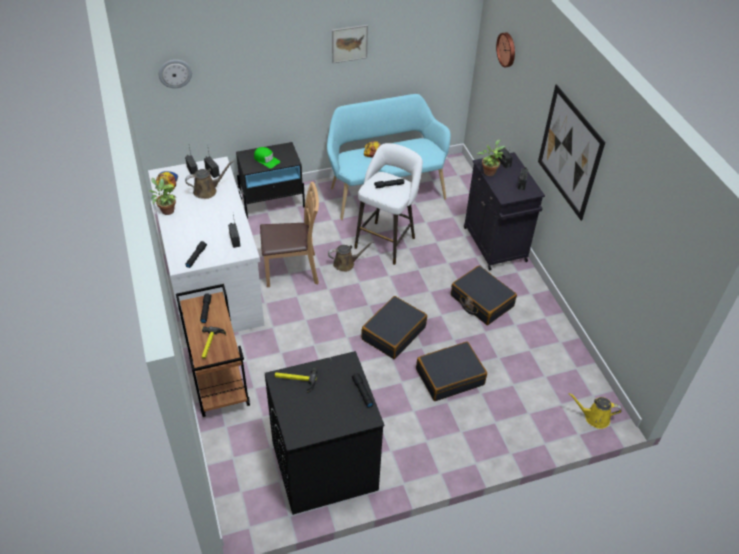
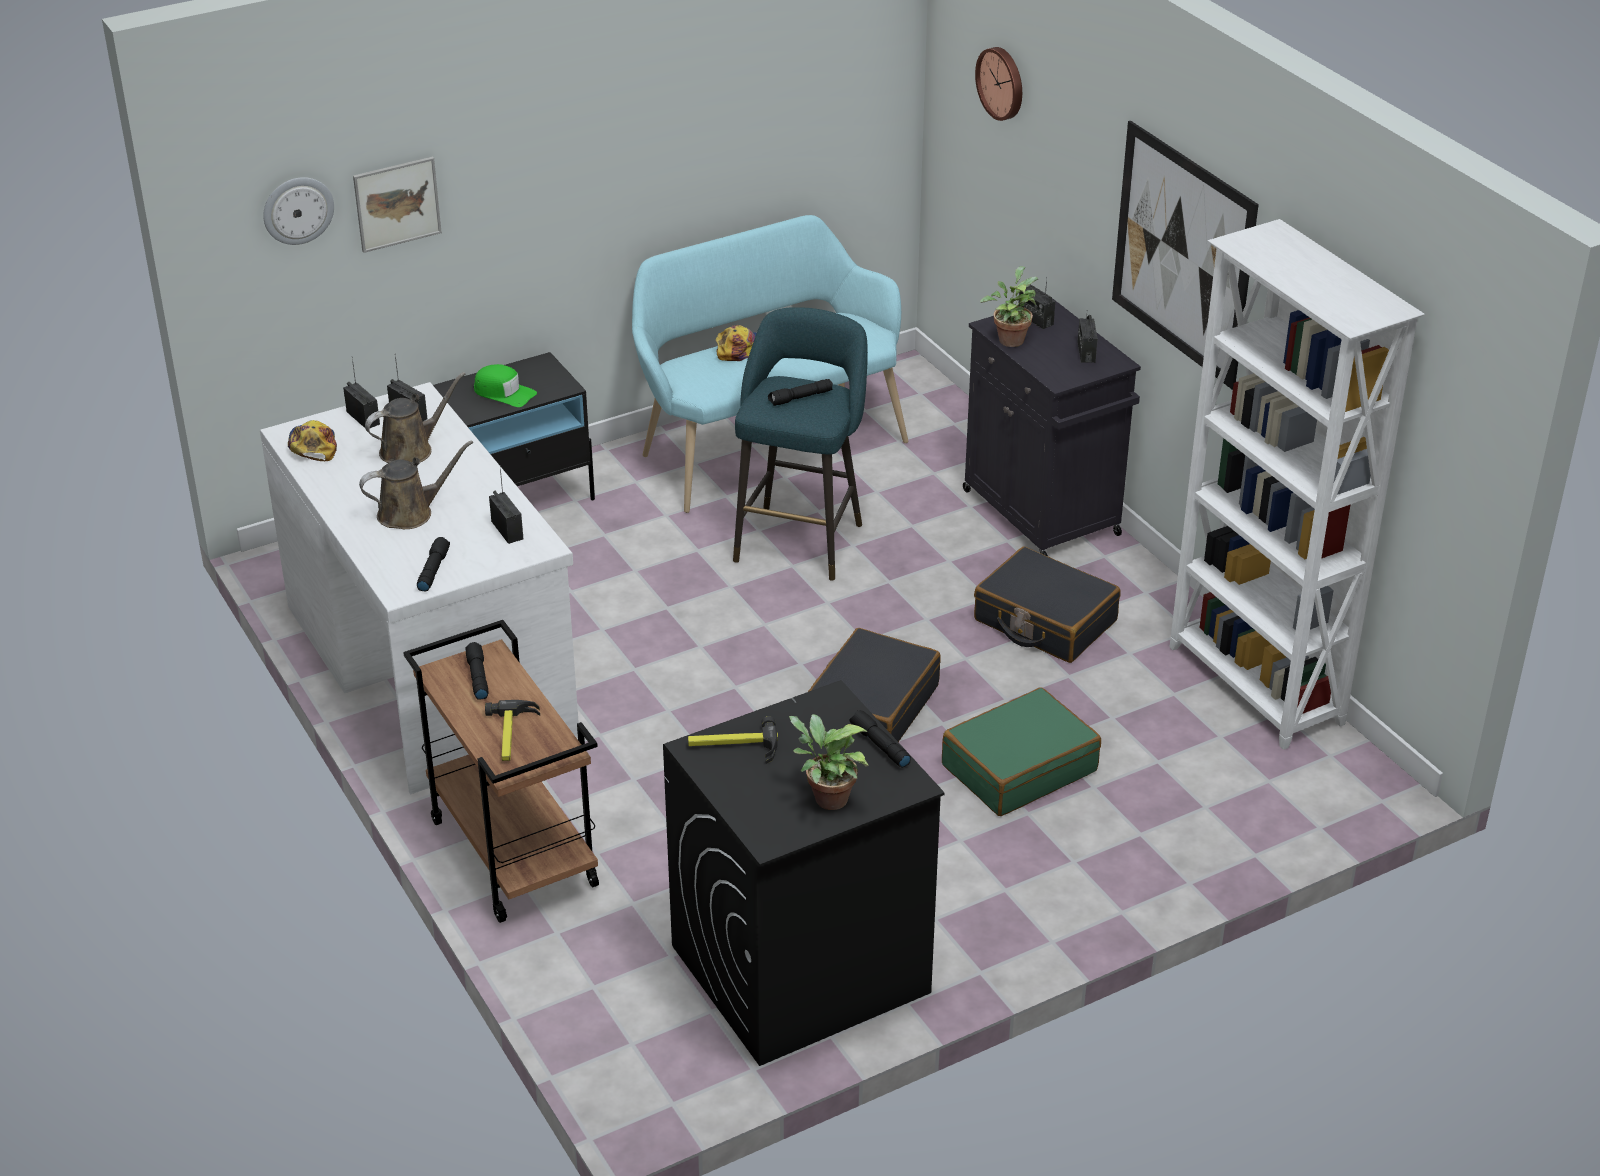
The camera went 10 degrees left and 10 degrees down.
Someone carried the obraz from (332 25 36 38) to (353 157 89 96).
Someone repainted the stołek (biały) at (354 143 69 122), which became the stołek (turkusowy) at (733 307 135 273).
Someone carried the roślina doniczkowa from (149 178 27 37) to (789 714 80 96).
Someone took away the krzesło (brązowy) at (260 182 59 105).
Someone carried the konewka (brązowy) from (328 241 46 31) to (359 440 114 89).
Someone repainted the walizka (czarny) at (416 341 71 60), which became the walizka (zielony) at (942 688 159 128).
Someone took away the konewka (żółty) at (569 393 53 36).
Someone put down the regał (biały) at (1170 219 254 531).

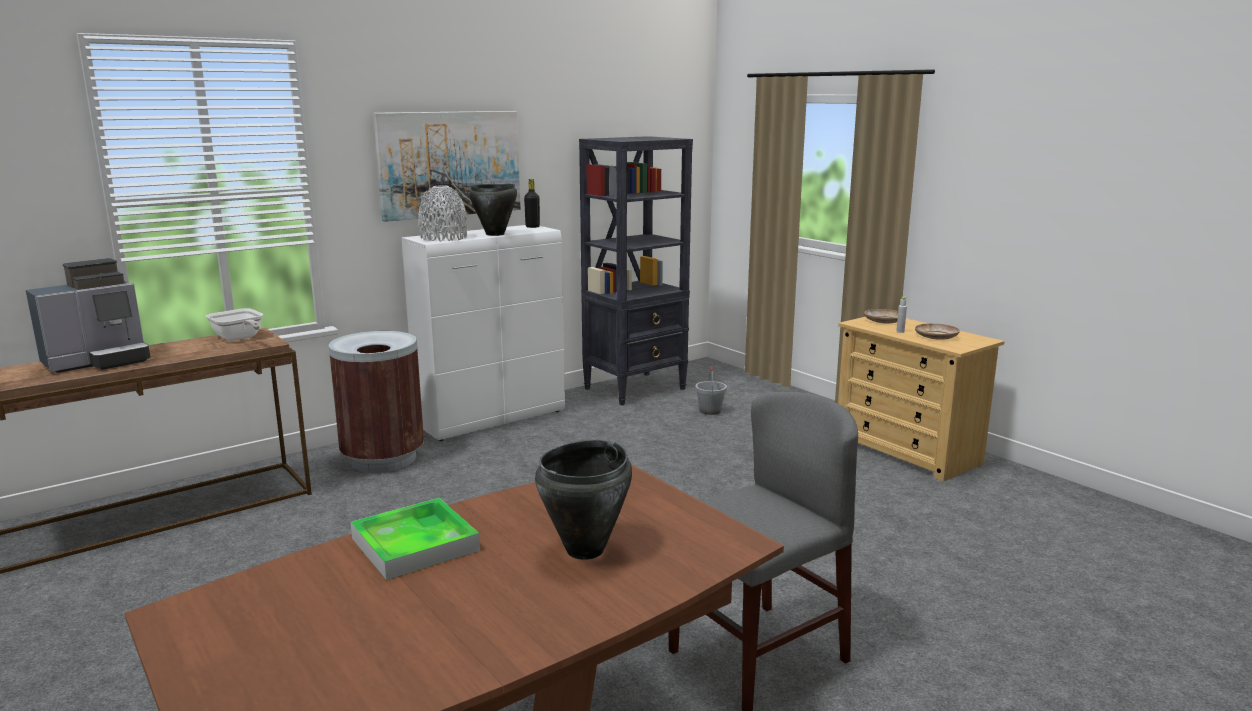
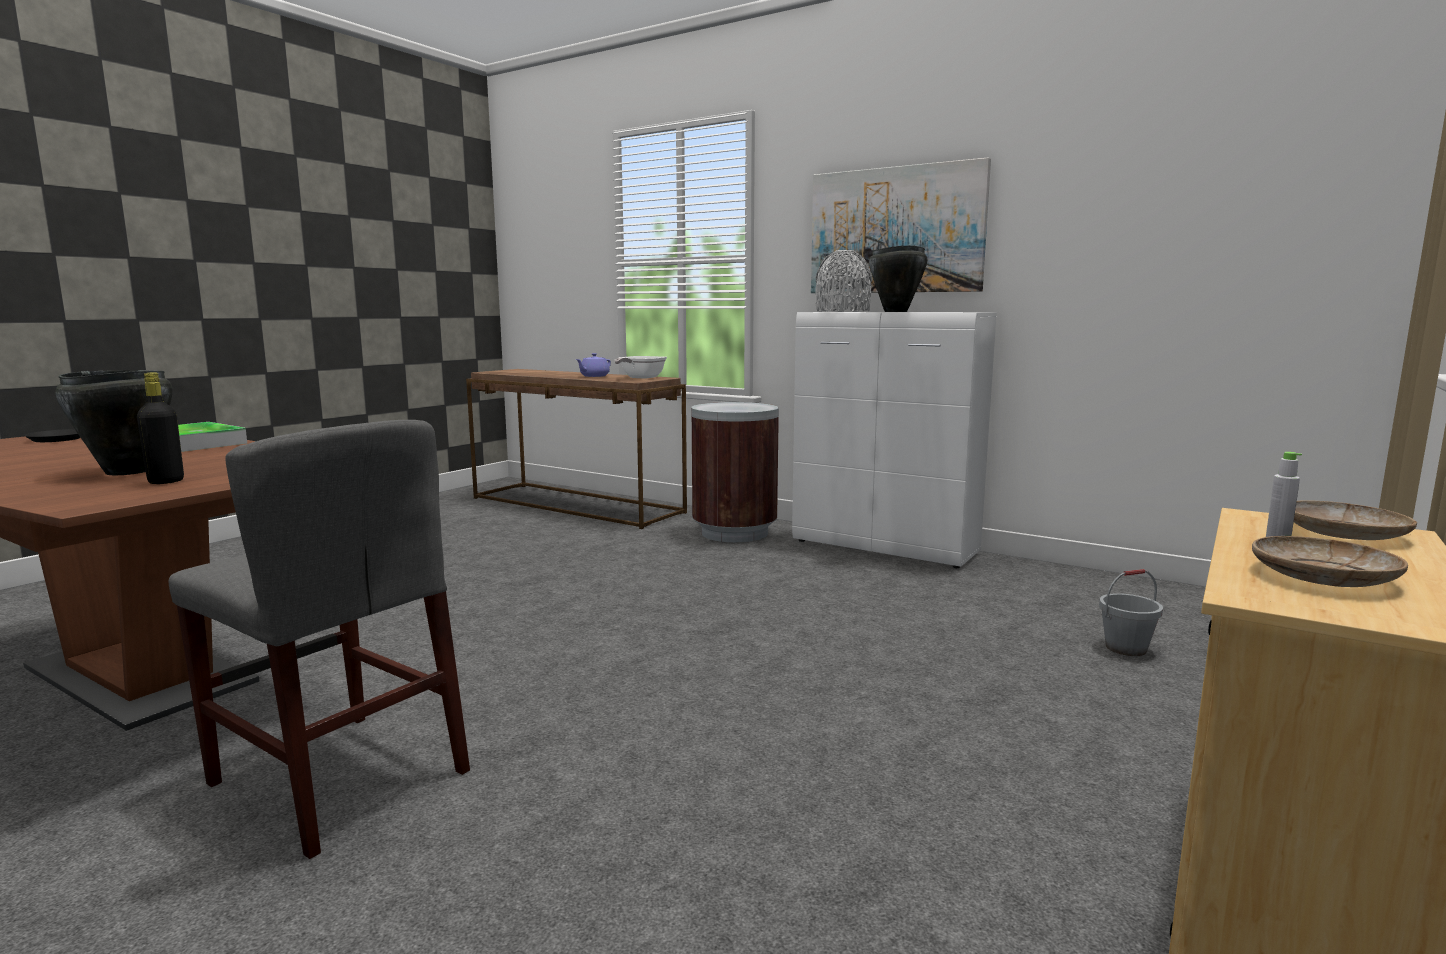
The camera went 70 degrees right and 5 degrees down.
Someone took away the regał (czarny) at (579 136 114 270).
Someone carried the butelka (czarny) from (524 179 16 49) to (137 372 47 112).
Someone took away the ekspres do kawy at (26 258 125 115).
Someone put down the imbryk (fioletowy) at (576 353 35 24).
Someone put down the talerz (czarny) at (24 429 56 13).

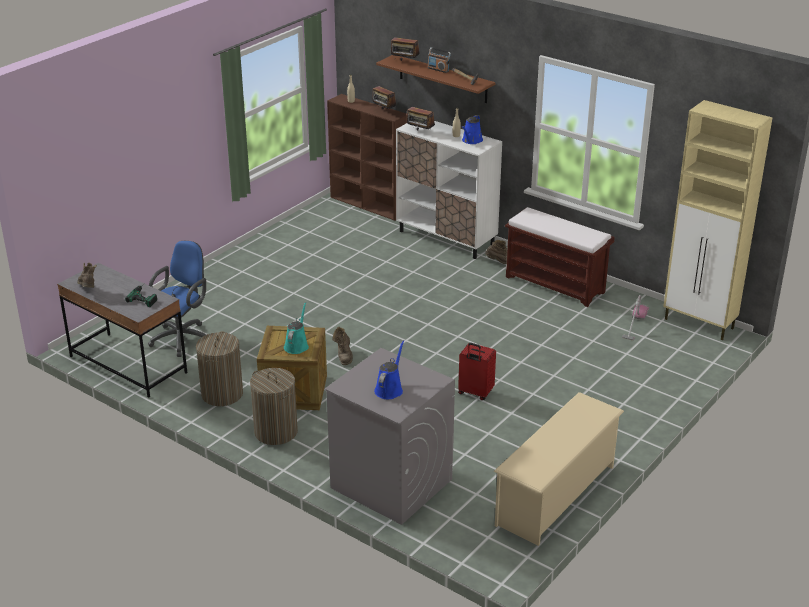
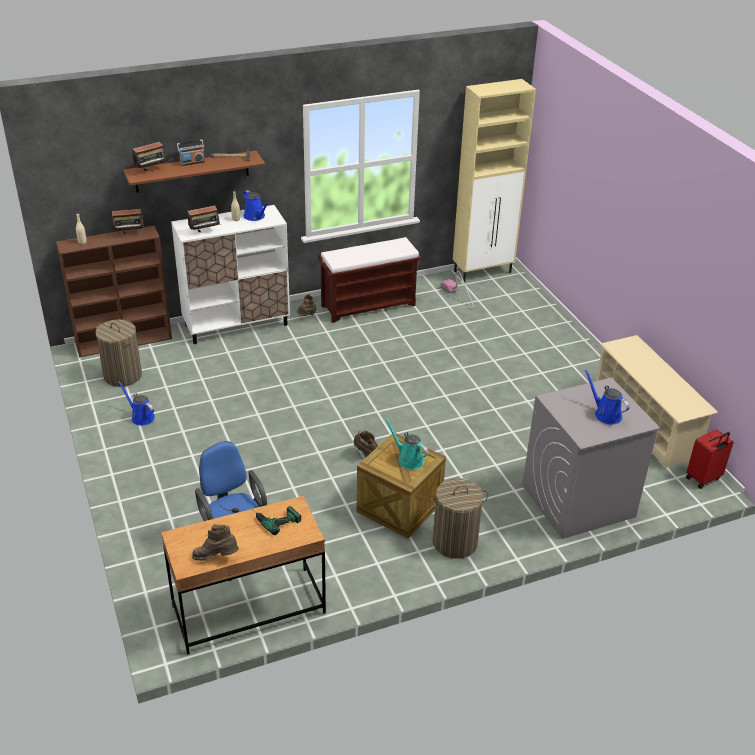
The camera went 60 degrees left and 5 degrees up.
Someone repainted the biurko (szary) at (57 263 130 135), which became the biurko (brązowy) at (161 496 165 158).
Someone carried the kosz na pranie from (196 331 47 75) to (95 320 47 67).
Someone carried the walizka (czerwony) from (458 343 38 57) to (686 429 47 60).
Someone put down the konewka (niebieski) at (118 382 37 44).

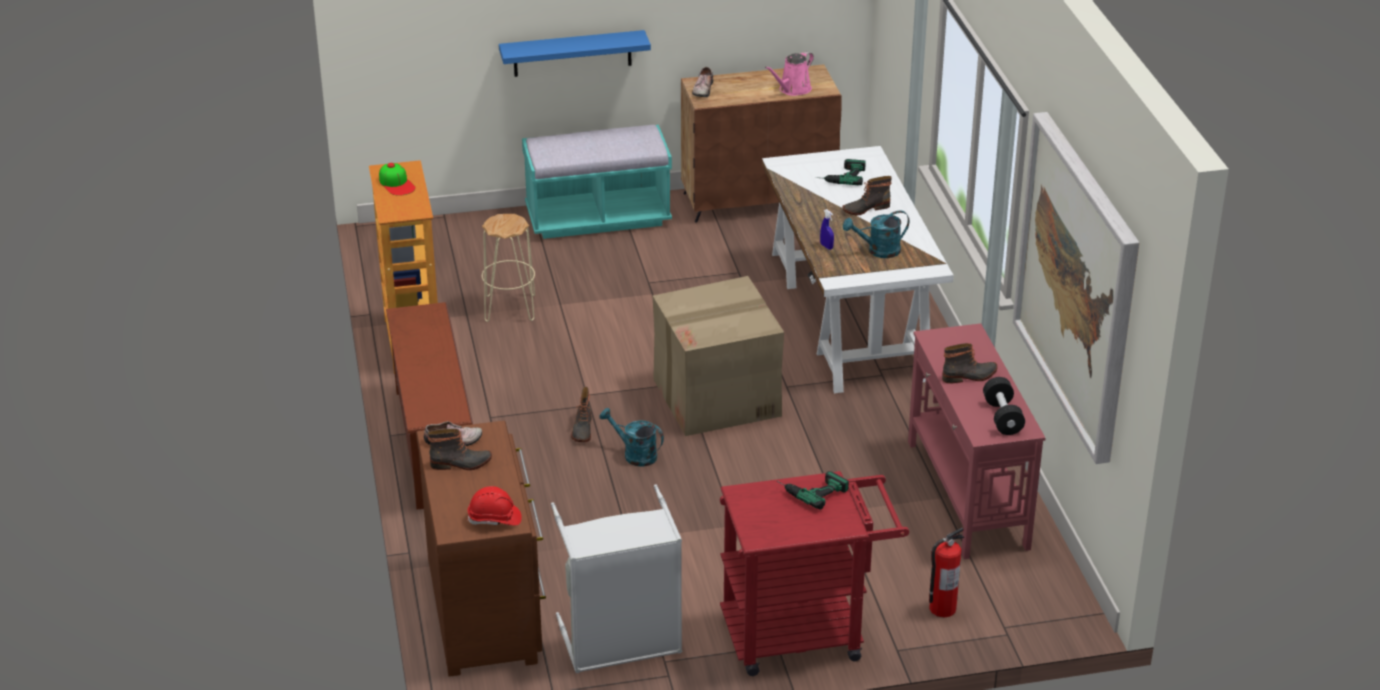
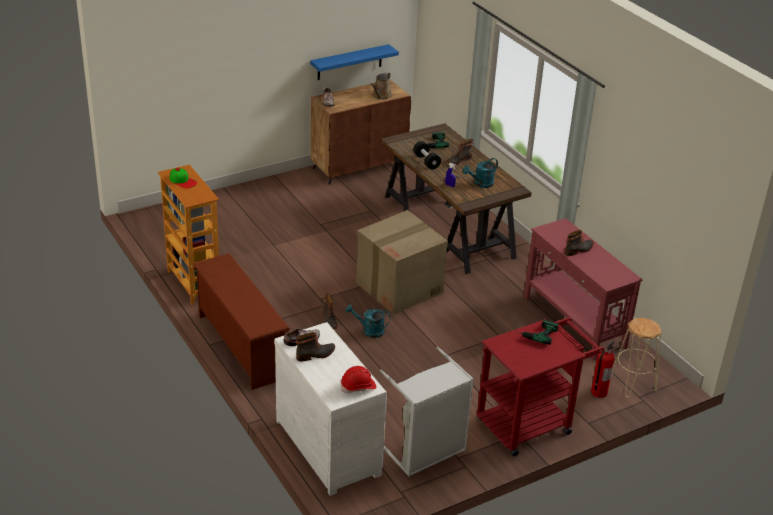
The camera went 20 degrees left and 0 degrees up.
Someone carried the półka (niebieski) from (499 30 152 47) to (310 44 89 36).
Someone repainted the konewka (różowy) at (765 51 49 45), which became the konewka (brązowy) at (370 72 22 28).
Someone took away the obraz at (1013 112 127 352).
Someone took away the ławka (turkusowy) at (522 125 150 114).
Someone repainted the biurko (biały) at (762 146 192 247), which became the biurko (brązowy) at (381 123 151 151).
Someone carried the stołek (beżowy) from (482 214 53 108) to (611 318 51 80).
Someone carried the hantel (czarny) from (983 377 42 58) to (413 141 28 28).
Someone repainted the komoda (brązowy) at (416 421 130 256), which became the komoda (biały) at (274 322 113 174).

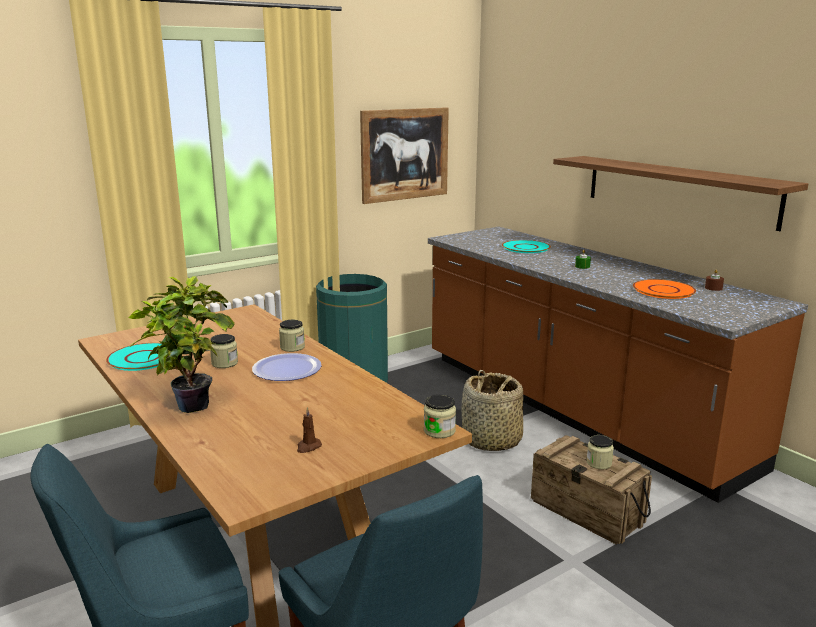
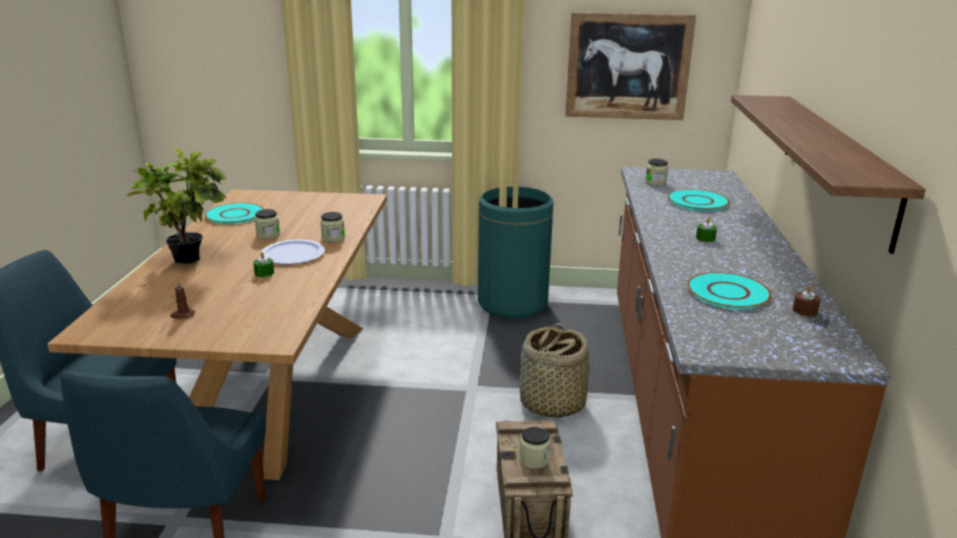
The camera went 40 degrees right and 5 degrees up.
Someone repainted the talerz (pomarańczowy) at (633 279 63 20), which became the talerz (turkusowy) at (687 272 85 37).
Someone carried the słoik from (424 395 32 43) to (645 159 23 27).
Someone put down the świeca (zielony) at (253 252 21 25).

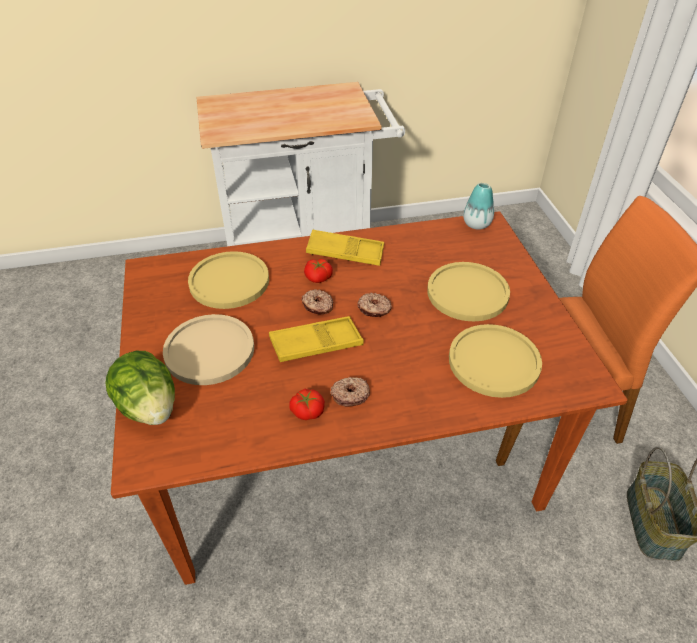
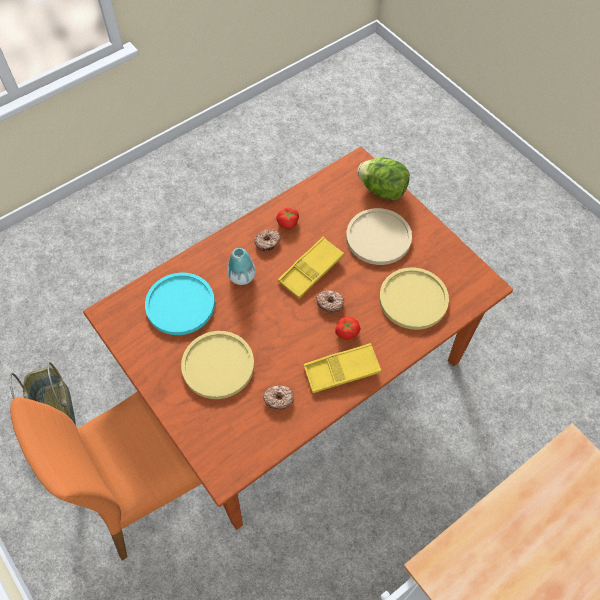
The camera went 155 degrees right and 15 degrees up.
Someone carried the wazon from (463 183 31 47) to (227 248 29 37).
Someone carried the donut from (358 293 34 24) to (263 385 31 25).
Someone repainted the talerz (żółty) at (449 324 93 74), which became the talerz (turkusowy) at (145 272 70 63).

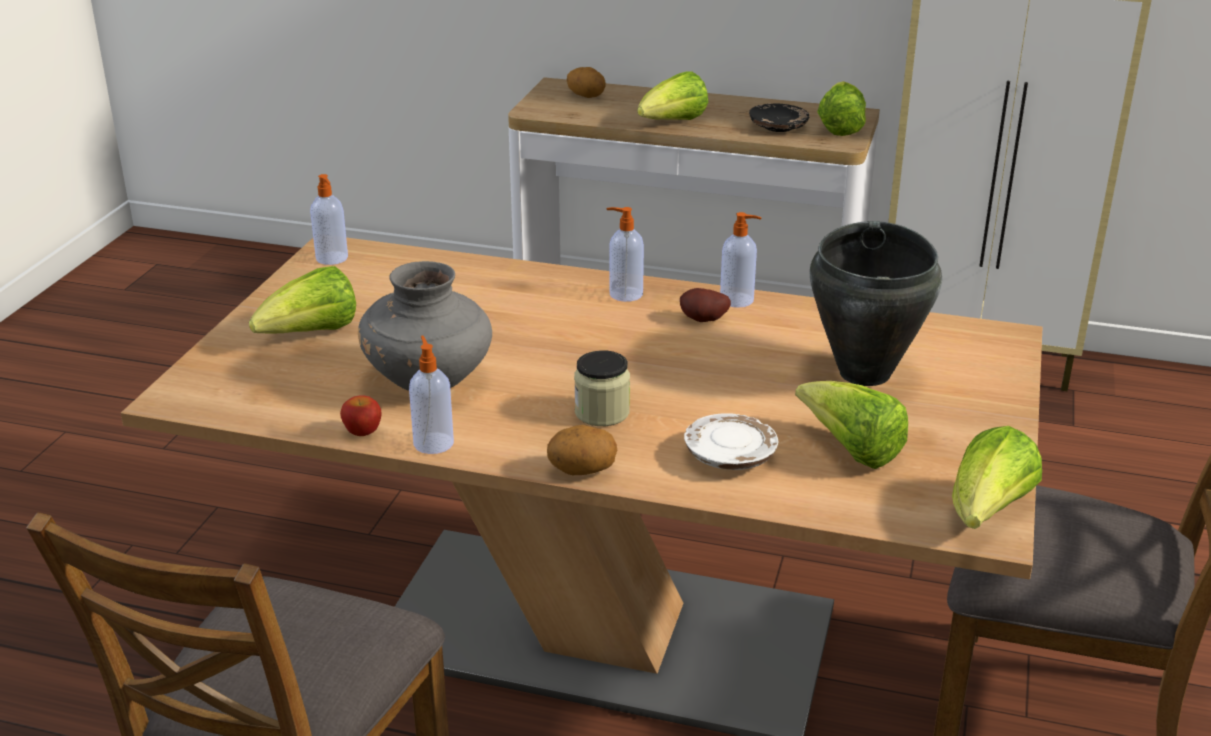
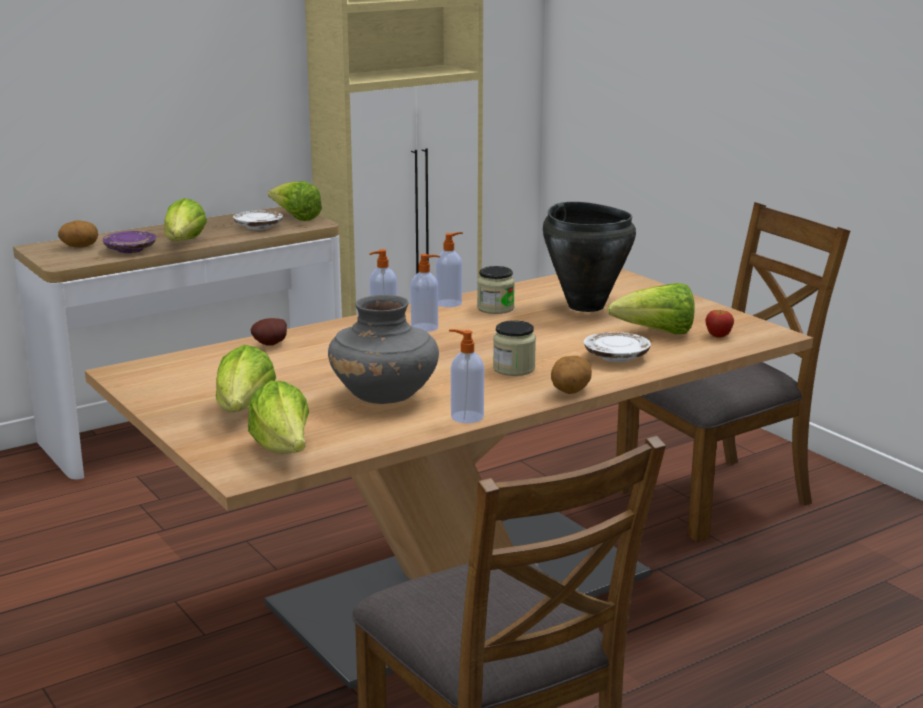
The camera went 50 degrees left and 10 degrees down.
Someone repainted the talerz (czarny) at (749 104 60 28), which became the talerz (biały) at (233 210 50 20).
Someone carried the dozownik mydła from (310 174 38 91) to (410 254 30 78).
Someone carried the ziemniak from (680 288 51 34) to (251 318 36 28).
Someone carried the jabłko from (340 395 42 41) to (706 310 28 28).
Someone carried the sałata from (952 426 90 103) to (248 380 61 74).
Someone put down the talerz (fioletowy) at (103 231 53 22).
Someone put down the słoik at (477 266 38 48).

